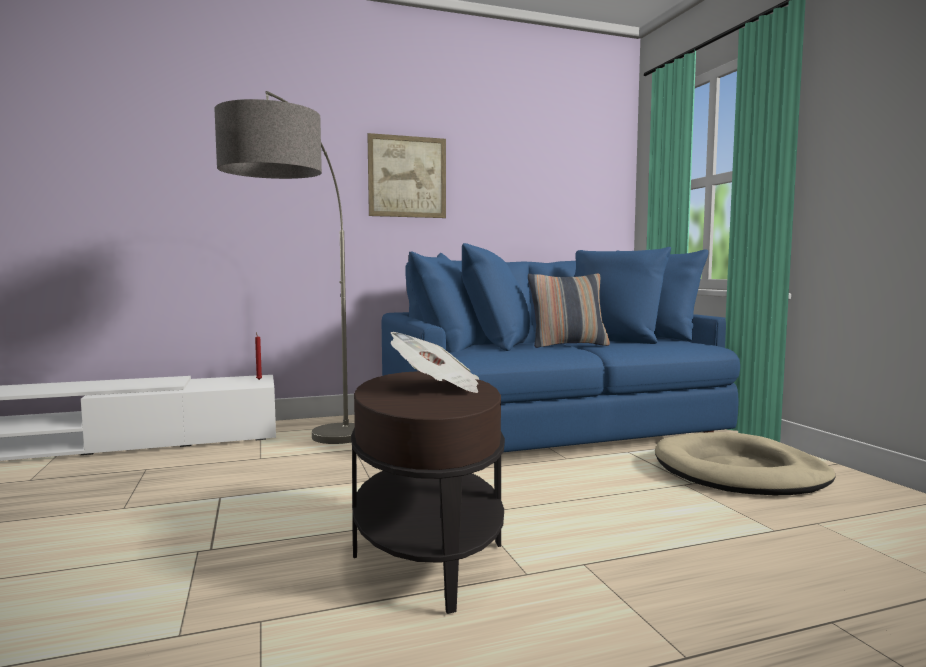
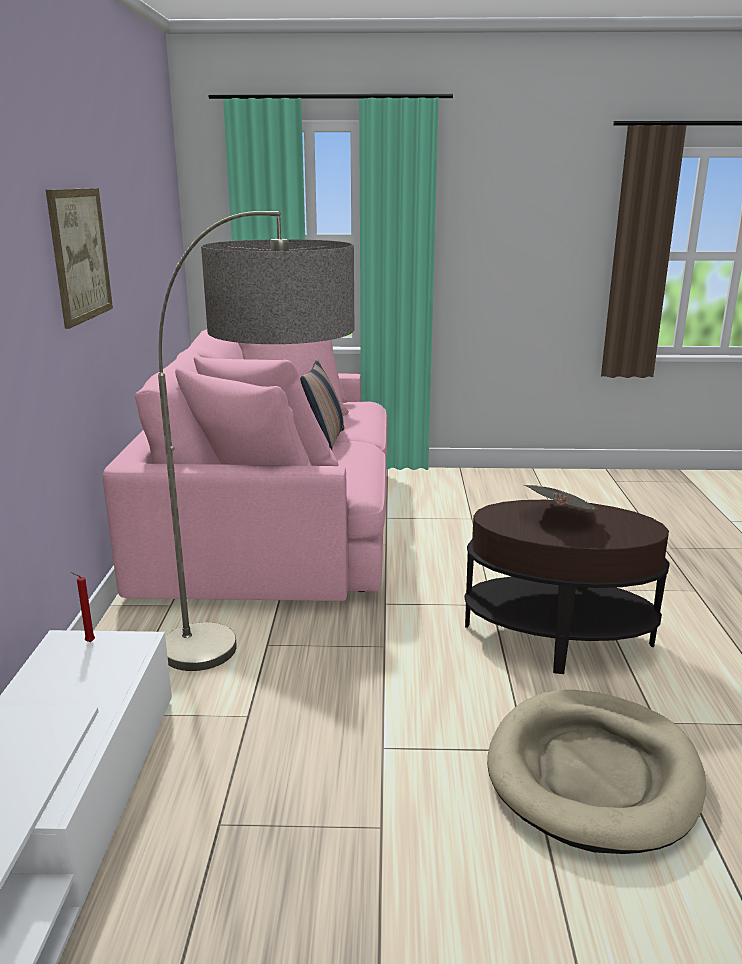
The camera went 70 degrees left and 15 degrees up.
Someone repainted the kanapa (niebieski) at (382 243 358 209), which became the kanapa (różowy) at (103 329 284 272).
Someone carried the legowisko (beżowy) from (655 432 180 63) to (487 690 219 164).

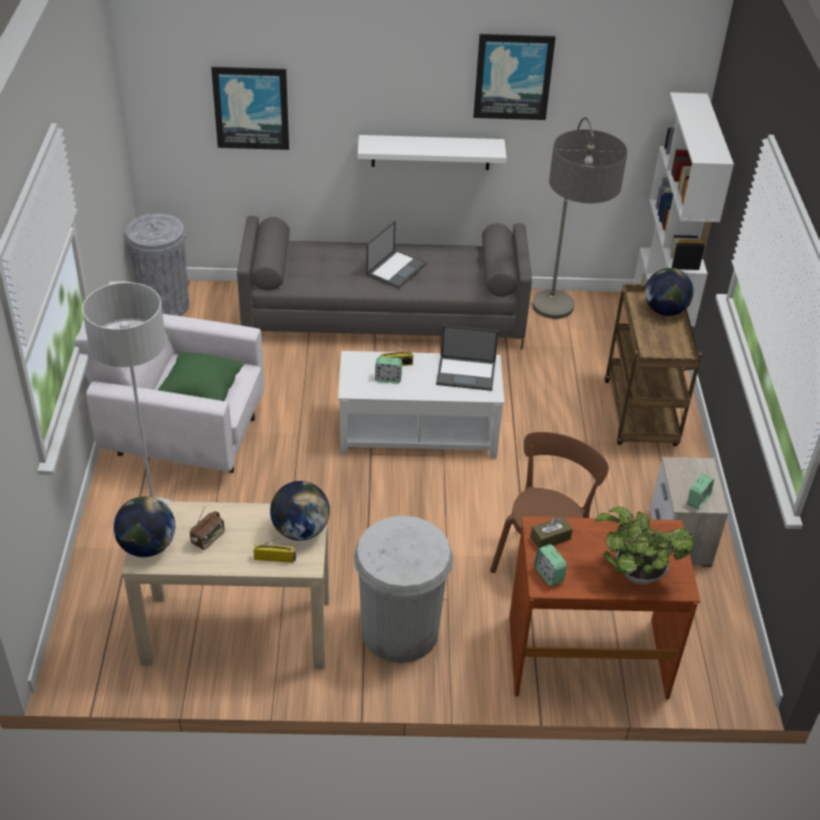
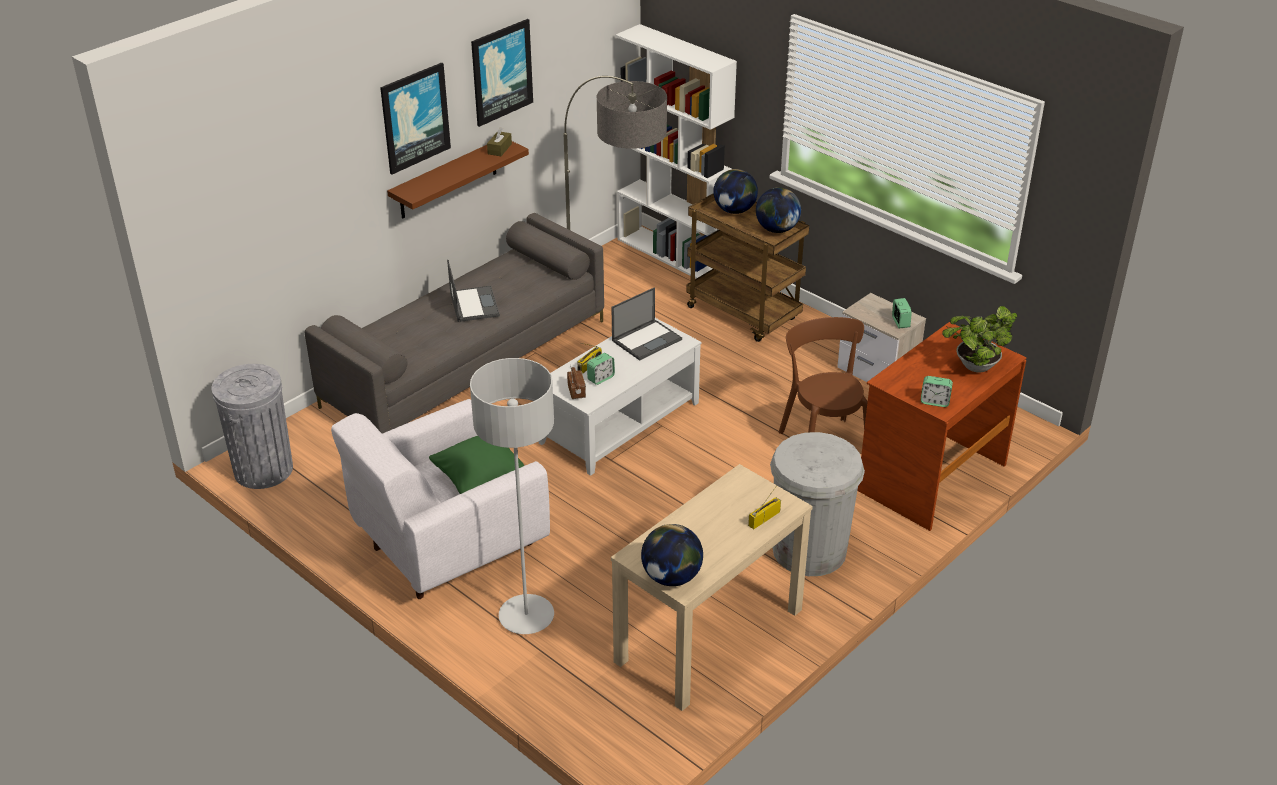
The camera went 45 degrees left and 5 degrees down.
Someone carried the obraz from (211 67 78 83) to (380 62 71 112).
Someone repainted the półka (biały) at (358 135 149 35), which became the półka (brązowy) at (387 141 142 78).
Someone carried the globus from (270 481 60 60) to (756 187 45 46).
Someone carried the radio from (190 507 35 43) to (567 363 19 36).
Someone carried the pudełko chusteczek (brązowy) from (531 516 42 32) to (487 127 25 29).

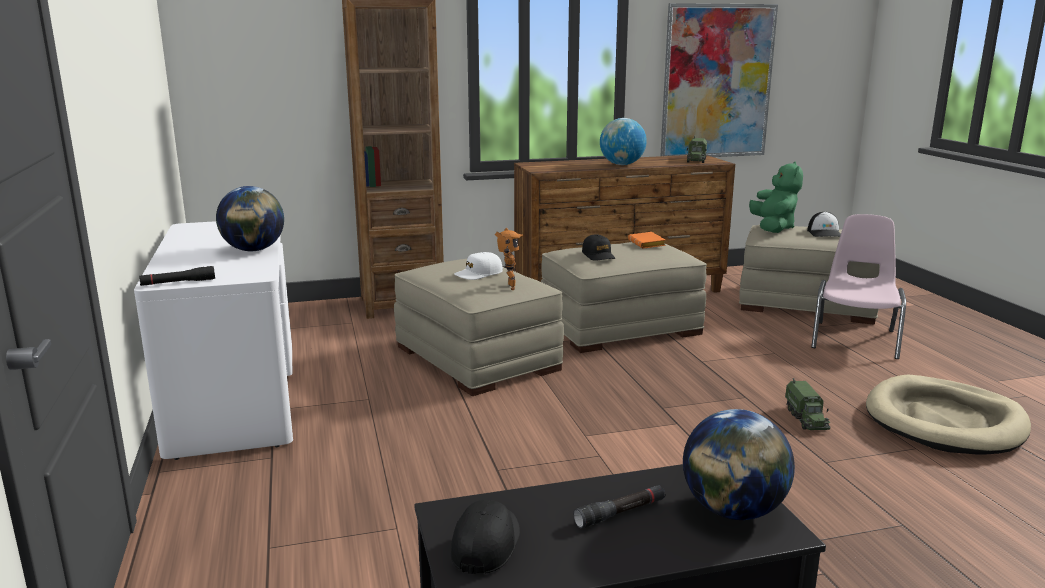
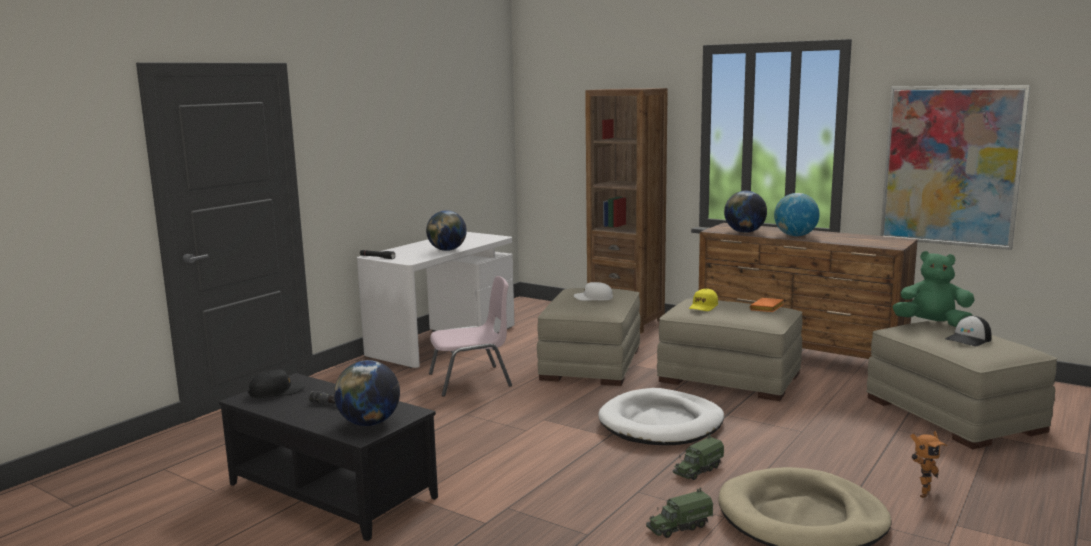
The camera went 50 degrees right and 5 degrees down.
Someone carried the ciężarówka zabawkowa from (687 135 20 28) to (646 487 67 51).
Someone rotated the pluszak (zielony) at (749 161 54 72) by 120 degrees counterclockwise.
Someone carried the krzesło (różowy) from (811 214 95 145) to (429 276 83 121).
Someone carried the robot zabawkowy from (495 228 28 62) to (910 431 37 67).
Someone repainted the czapka z daszkiem (czarny) at (582 234 33 27), which became the czapka z daszkiem (żółty) at (689 289 29 22).
Someone put down the globus at (724 191 43 42).
Someone put down the legowisko (biały) at (598 388 126 57).

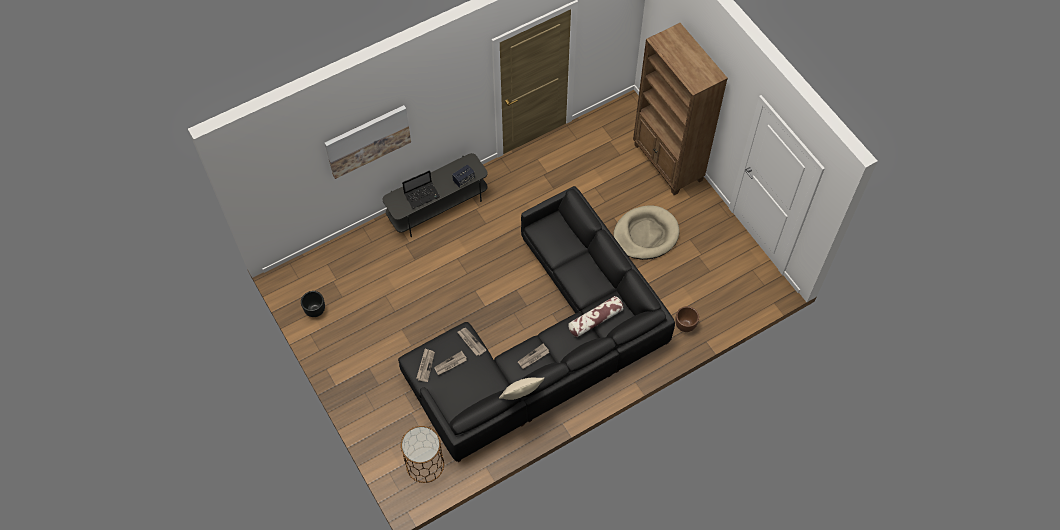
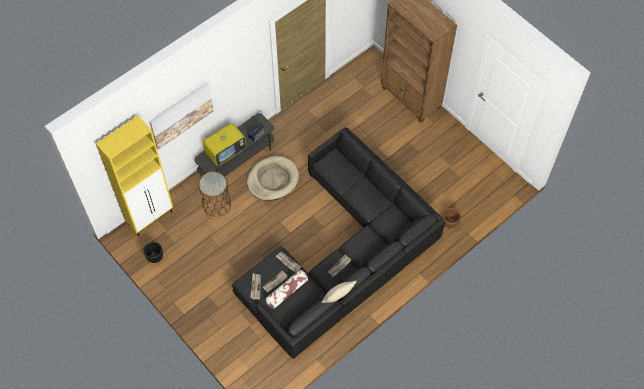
The camera went 10 degrees left and 0 degrees up.
Someone swapped the laptop at (402 170 38 39) for the telewizor at (203 123 43 43).
Someone carried the legowisko (beżowy) from (614 205 66 55) to (247 156 52 45).
Someone carried the poduszka from (568 296 56 41) to (265 270 43 39).
Someone carried the stolik (brązowy) from (401 426 43 57) to (198 171 33 46).
Someone put down the szafka (żółty) at (96 115 77 121).

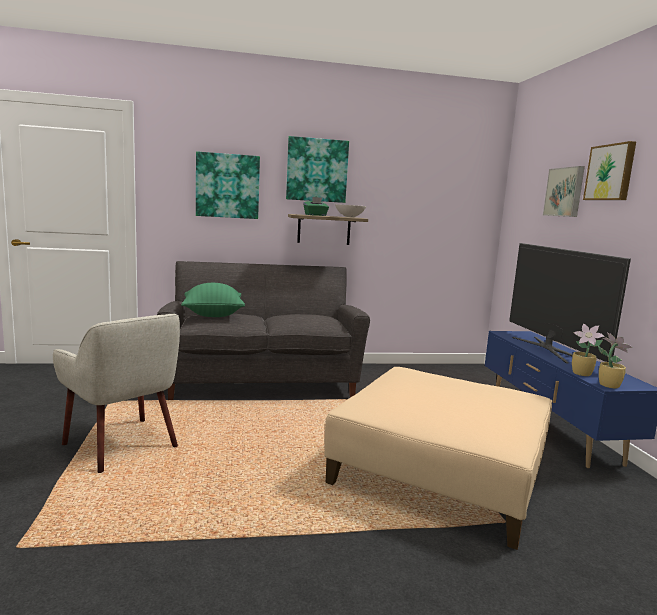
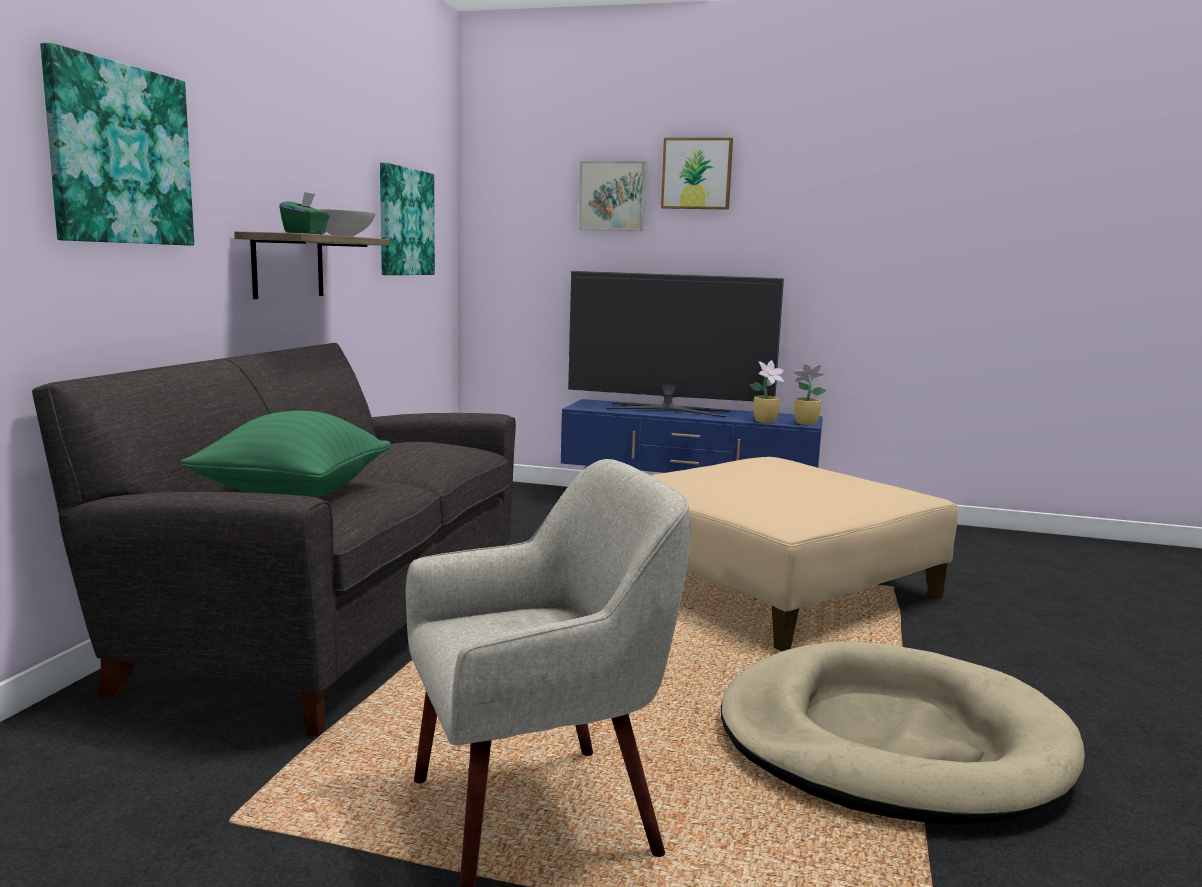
The camera went 65 degrees left and 0 degrees up.
Someone carried the obraz from (286 136 63 67) to (380 163 55 112).
Someone put down the legowisko (beżowy) at (721 641 364 184).

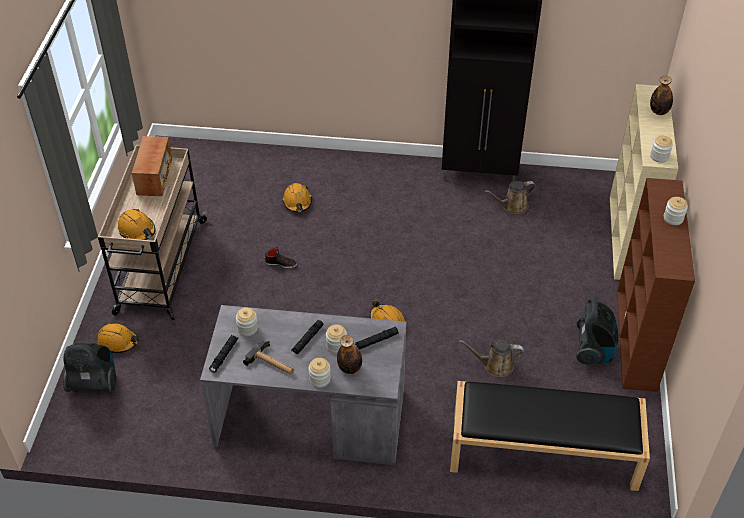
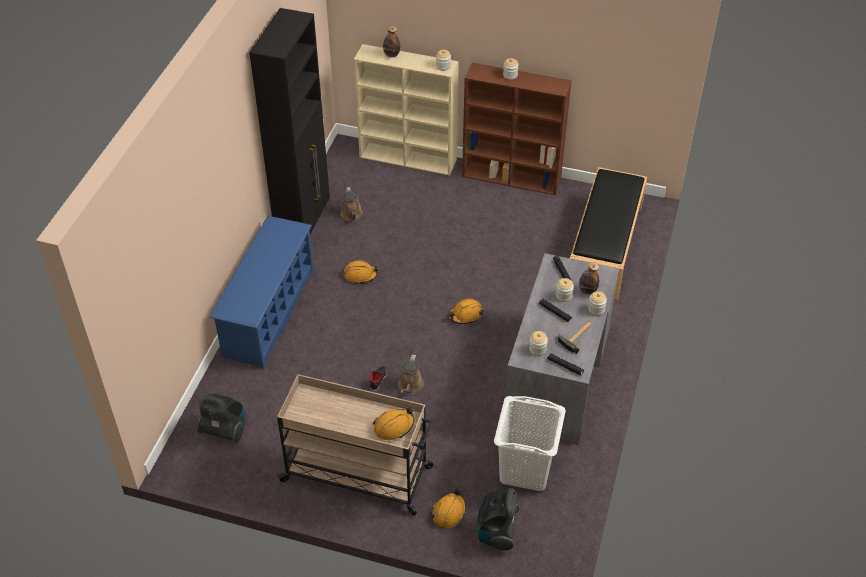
The camera went 80 degrees left and 0 degrees up.
Someone took away the radio at (132 136 40 60).
Someone carried the kask (pomarańczowy) from (282 183 30 29) to (343 260 36 24).
Someone carried the odkurzacz from (576 297 43 68) to (197 394 48 49).
Someone carried the konewka (brązowy) from (459 339 65 38) to (398 354 26 40).
Someone put down the regał na buty (niebieski) at (209 216 105 153).
Someone put down the kosz na pranie (biały) at (494 396 72 95).

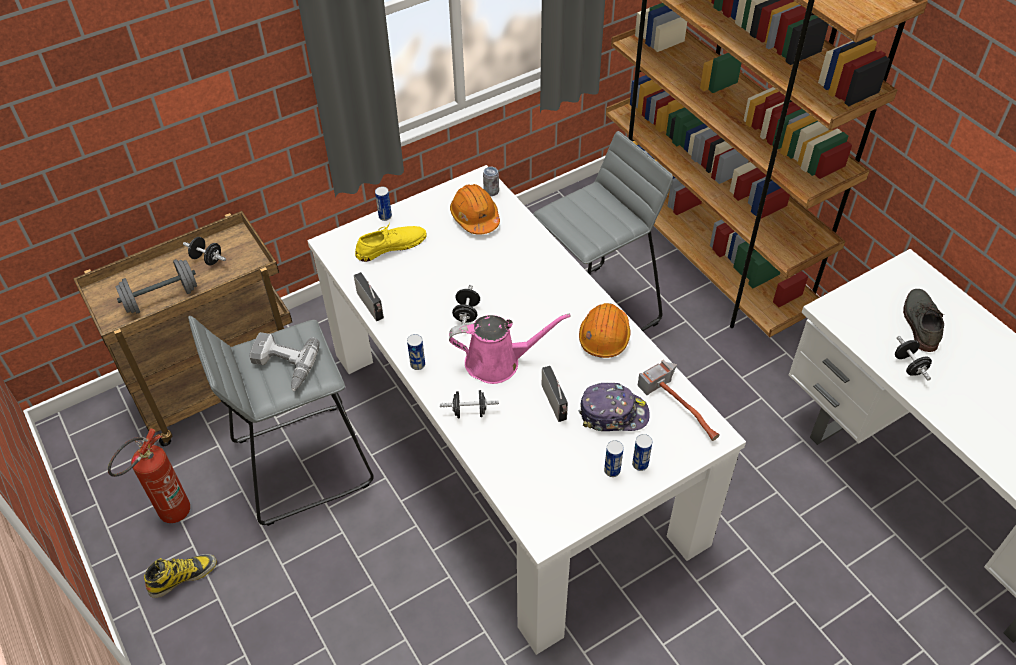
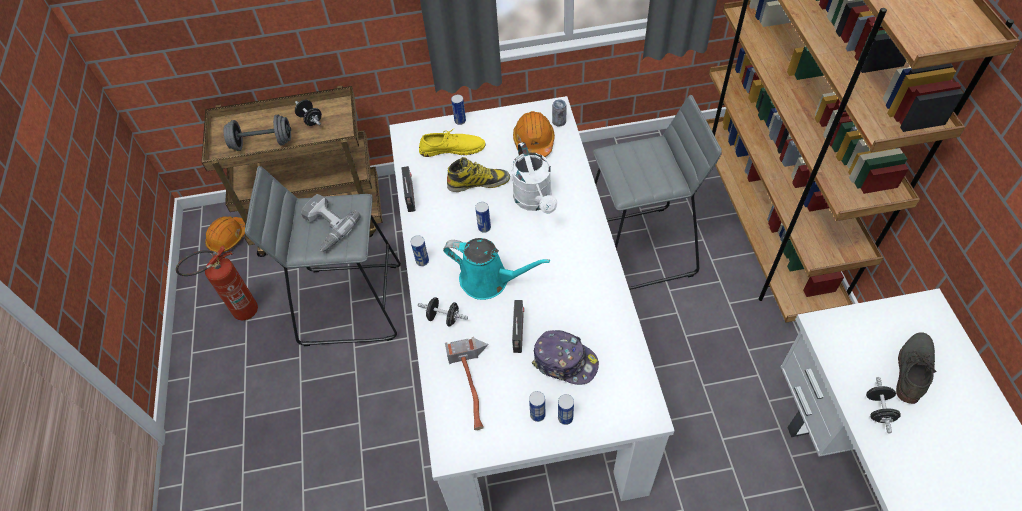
The camera went 25 degrees right and 5 degrees up.
Someone swapped the hantel (czarny) at (452 285 28 39) for the puszka at (475 202 16 31).
Someone carried the kask (pomarańczowy) from (579 303 52 55) to (205 216 40 37).
Someone repainted the konewka (różowy) at (449 314 122 70), which became the konewka (turkusowy) at (443 238 107 62).
Someone carried the młotek from (637 360 83 81) to (445 337 44 93).
Someone carried the but z cholewką from (144 554 73 44) to (447 157 63 35).
Someone put down the konewka (biały) at (511 142 46 72).

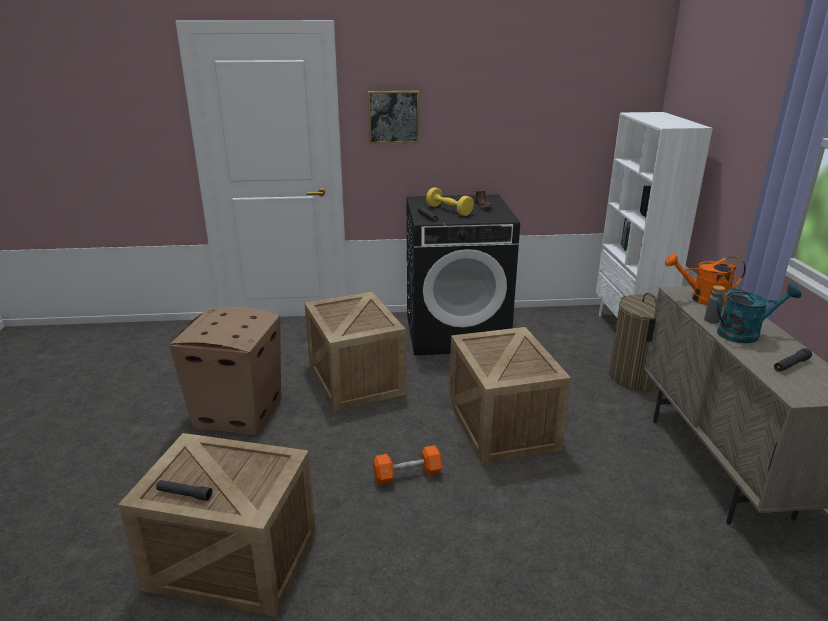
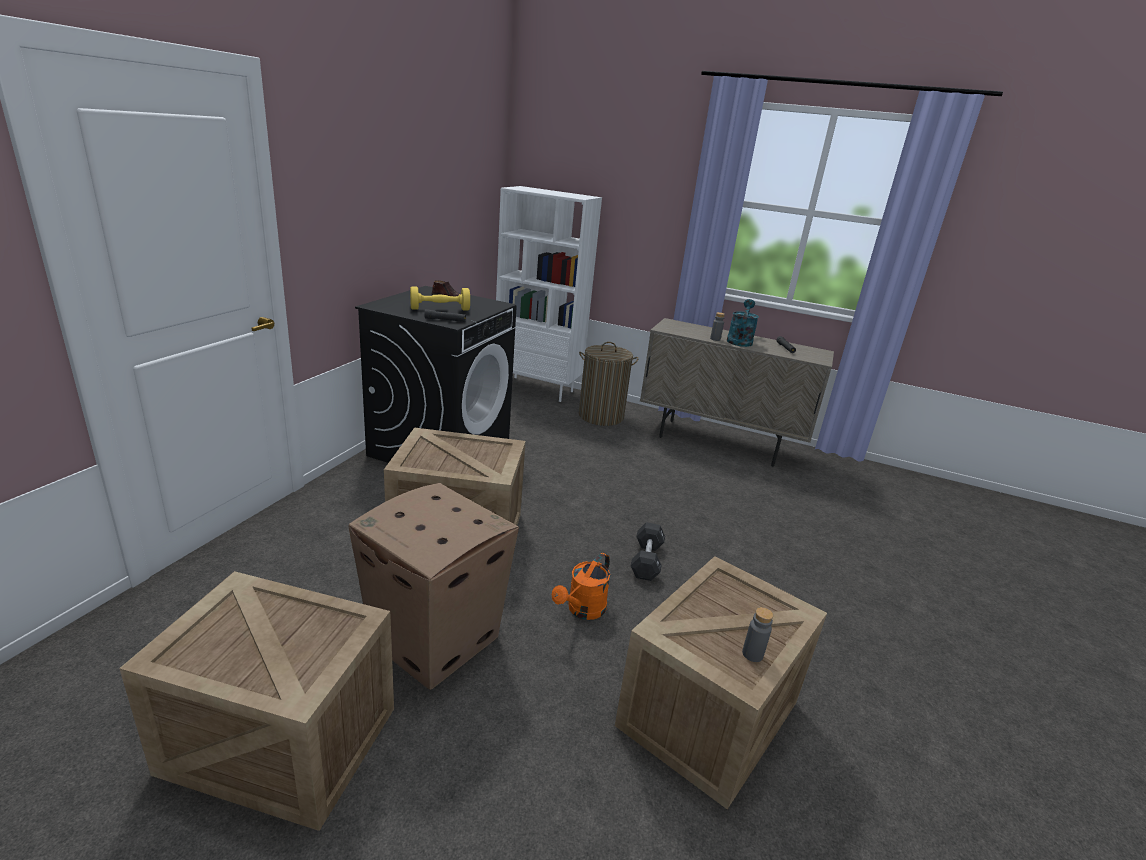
The camera went 65 degrees left and 0 degrees up.
Someone took away the obraz at (368 91 51 53).
Someone carried the konewka (pomarańczowy) from (665 253 81 53) to (552 553 58 67).
Someone carried the skrzynka from (449 327 122 137) to (119 571 275 260).
Someone repainted the hantel (pomarańczowy) at (373 445 70 40), which became the hantel (czarny) at (631 522 34 59).
Someone swapped the latarka (czarny) at (156 480 57 21) for the butelka (szary) at (742 607 32 55).

